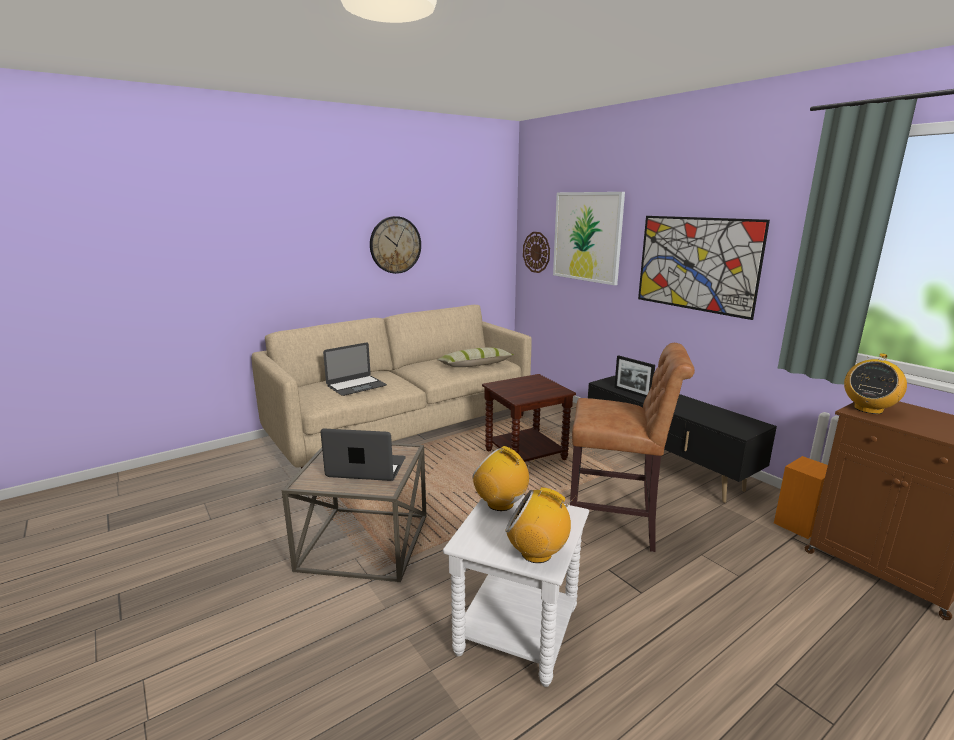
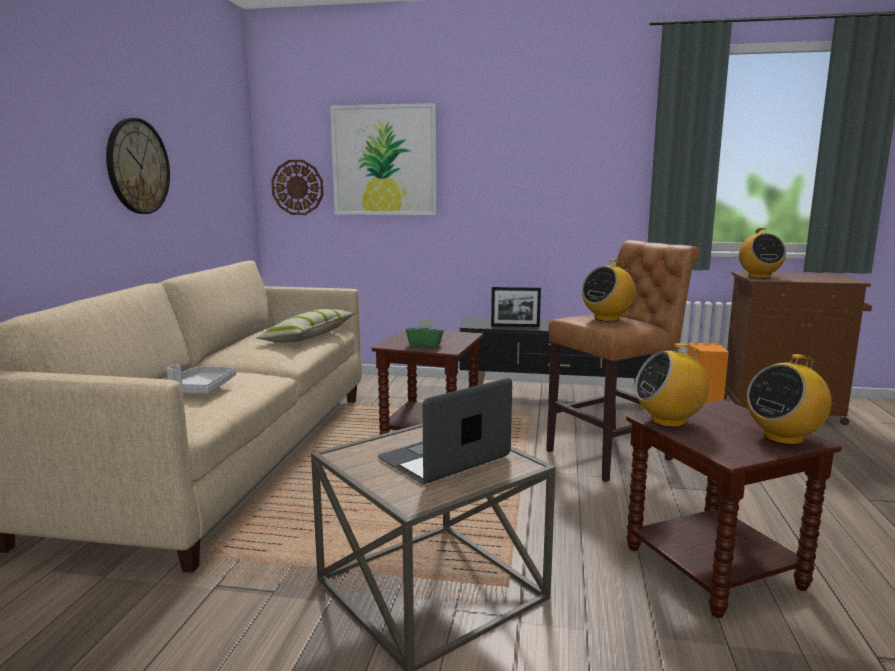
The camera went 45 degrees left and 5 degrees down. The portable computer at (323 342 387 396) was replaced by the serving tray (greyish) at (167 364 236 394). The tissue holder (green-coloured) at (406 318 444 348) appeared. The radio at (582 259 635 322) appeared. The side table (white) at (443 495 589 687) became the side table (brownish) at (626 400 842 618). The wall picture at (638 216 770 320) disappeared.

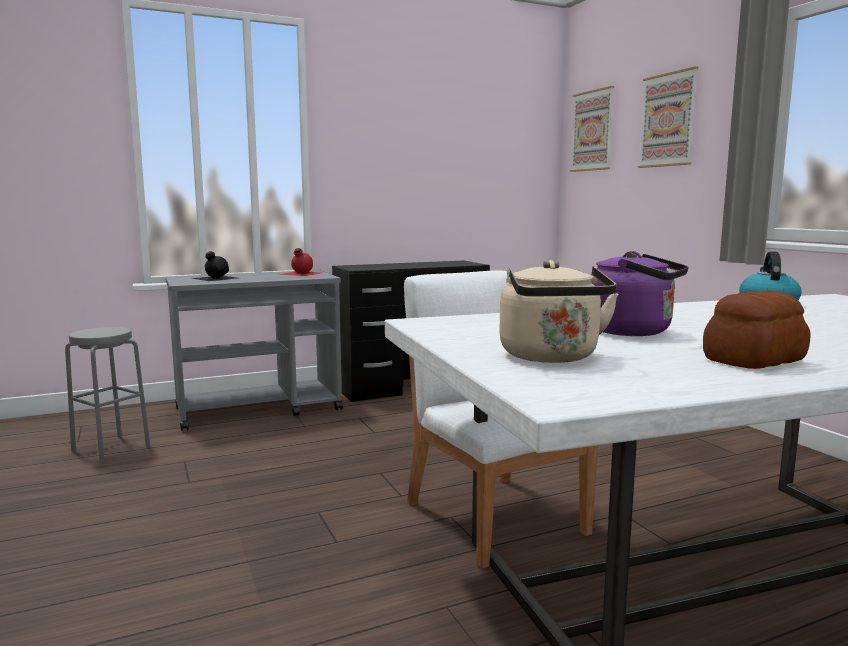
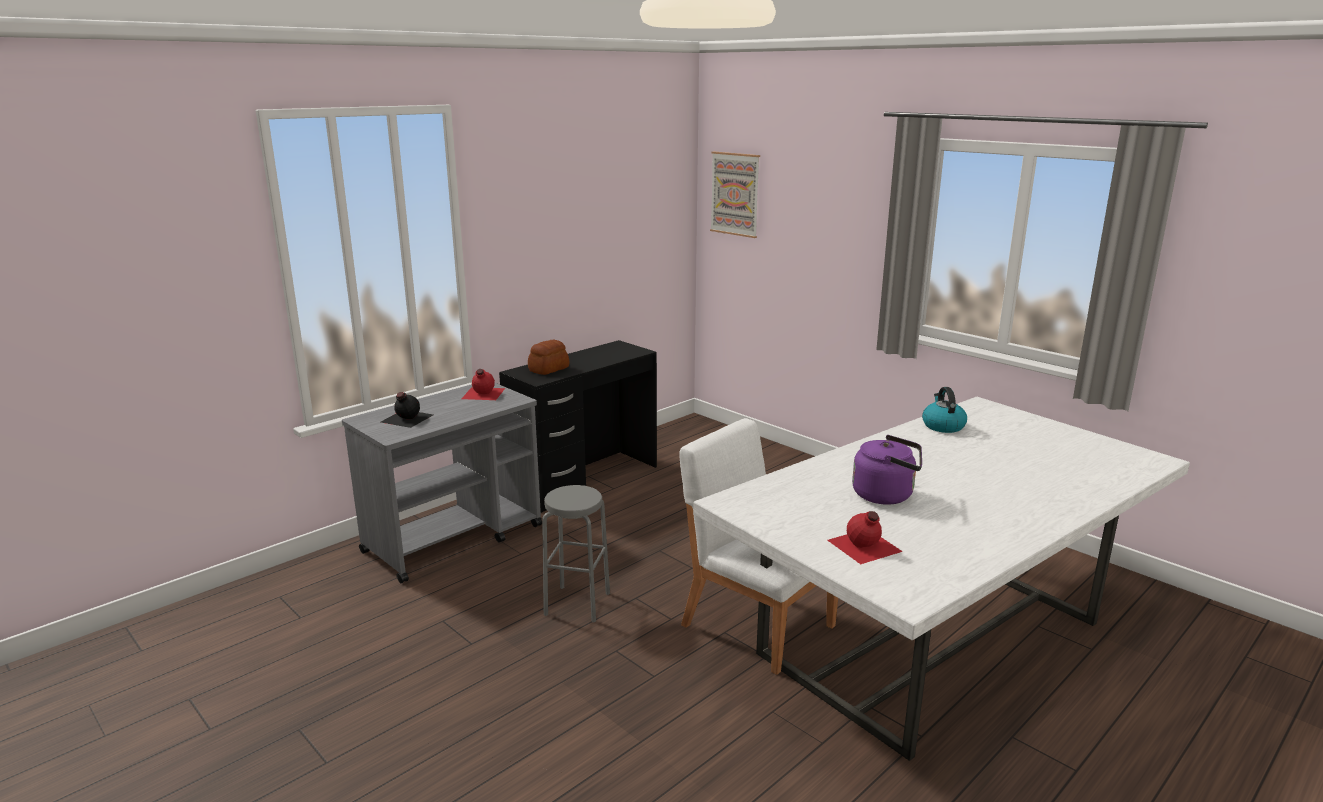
The camera went 20 degrees left and 10 degrees up. The bread moved from (703 291 810 369) to (528 340 570 375). The sitting stool (greyish) moved from (65 327 150 462) to (542 485 610 623). The water kettle (beige) at (499 260 619 363) was replaced by the beverage bottle (red-coloured) at (828 511 903 564). The wall picture at (638 66 698 168) disappeared.

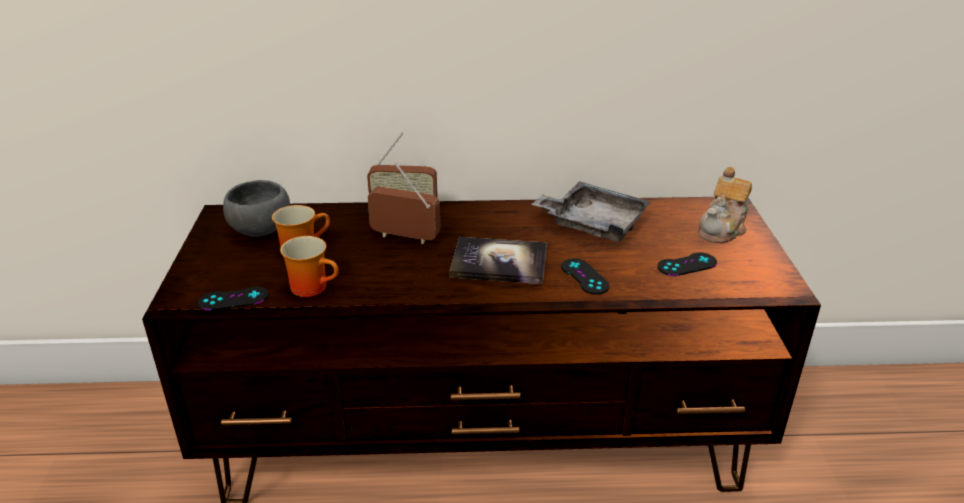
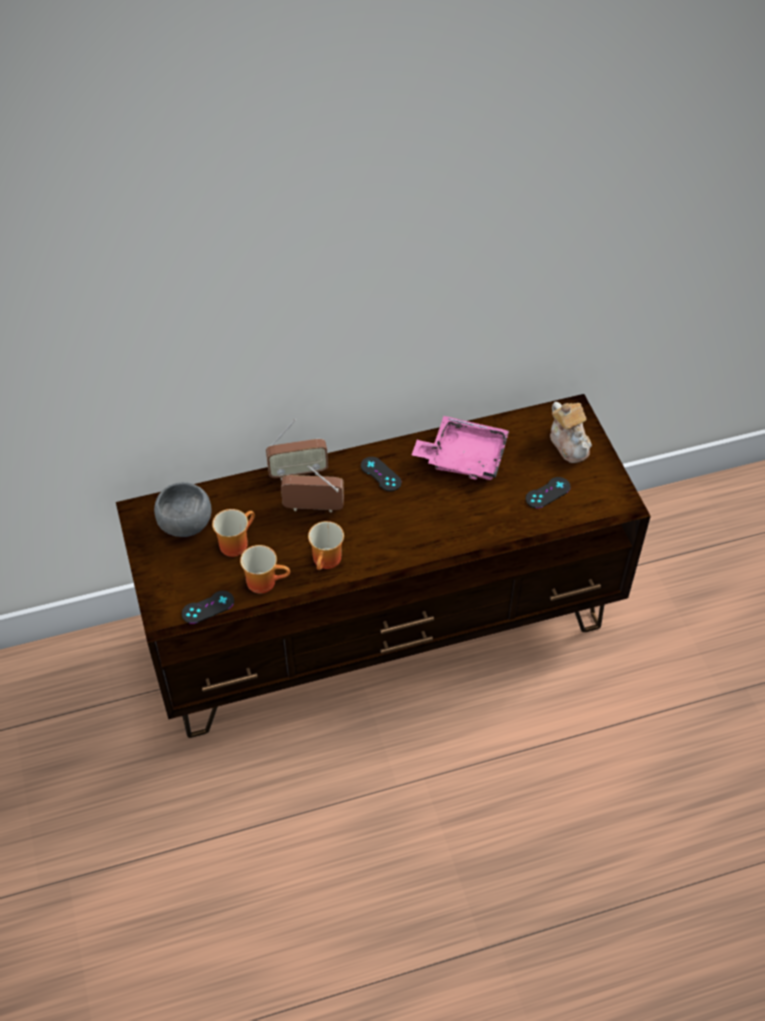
The camera went 15 degrees left and 20 degrees up. The tea mug at (308 521 344 570) appeared. The gamepad (black-coloured) moved from (561 258 610 295) to (361 457 402 491). The serving tray (greyish) at (531 181 651 242) became the serving tray (pink) at (412 416 509 480). The pot for tea at (698 167 752 243) turned 45 degrees counterclockwise. The volume at (450 237 547 284) disappeared.

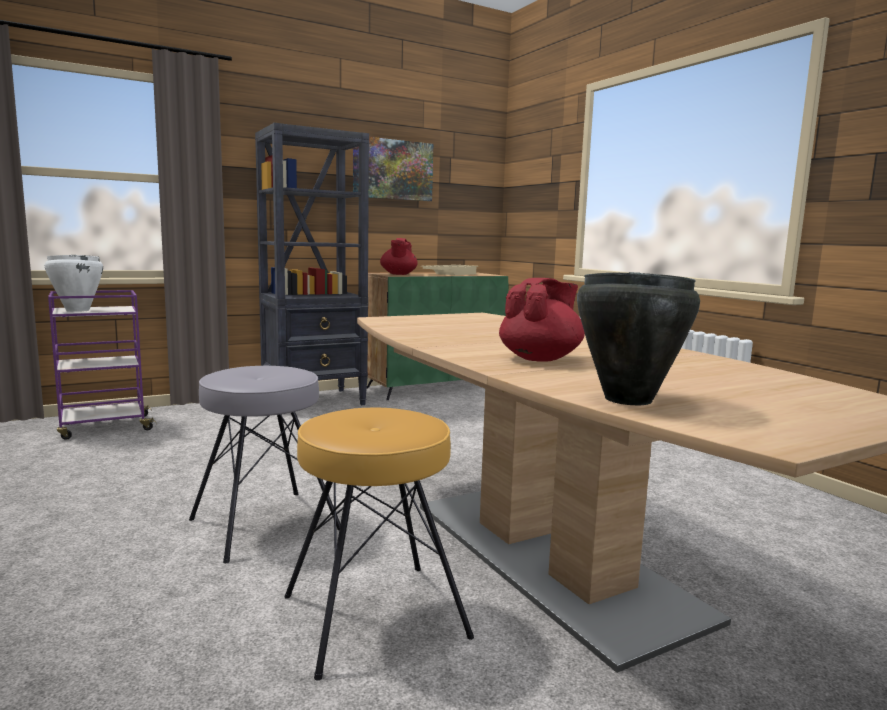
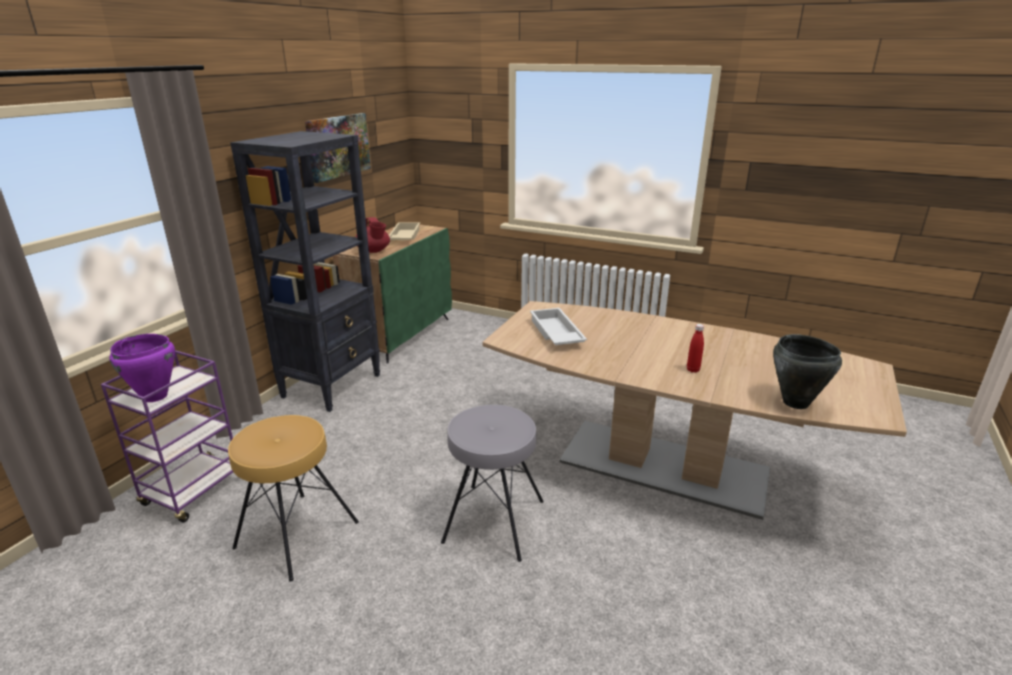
The camera went 35 degrees left and 15 degrees up. The cooking pot (white) at (45 255 103 312) became the cooking pot (purple) at (110 334 175 402). The sitting stool (brownish) moved from (285 408 474 680) to (228 415 359 582). The serving tray (white) at (530 308 587 345) appeared. The pot for tea (red-coloured) at (499 278 585 362) was replaced by the beverage bottle (red-coloured) at (687 324 704 373).

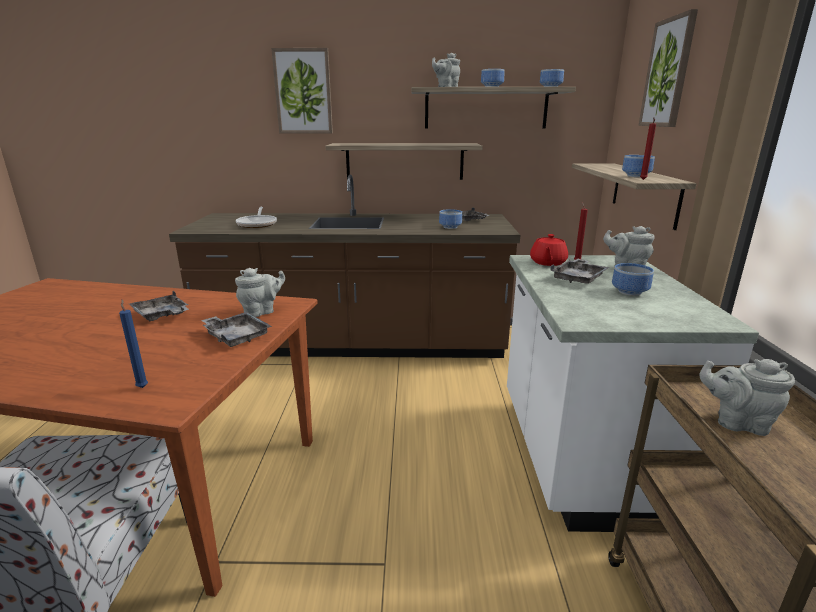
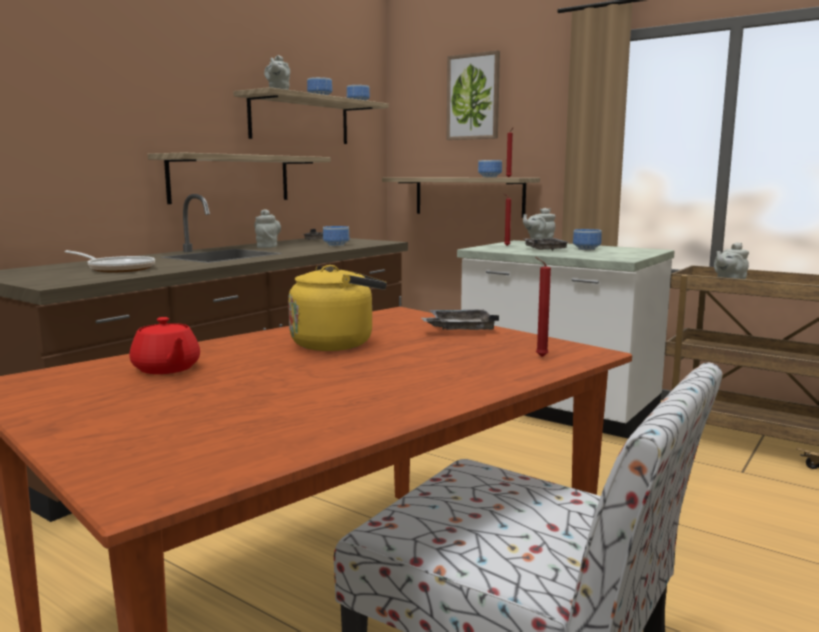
The camera went 55 degrees left and 10 degrees down. The pot for tea (red-coloured) moved from (530 234 568 266) to (129 317 200 374). The pot for tea (greyish) moved from (235 268 285 317) to (254 209 281 248). The serving tray (greyish) at (129 291 189 321) was replaced by the water kettle (yellow) at (288 265 387 351). The candle (blue-coloured) at (119 299 148 388) became the candle (red-coloured) at (535 257 551 357). The wall picture at (271 48 333 133) disappeared.

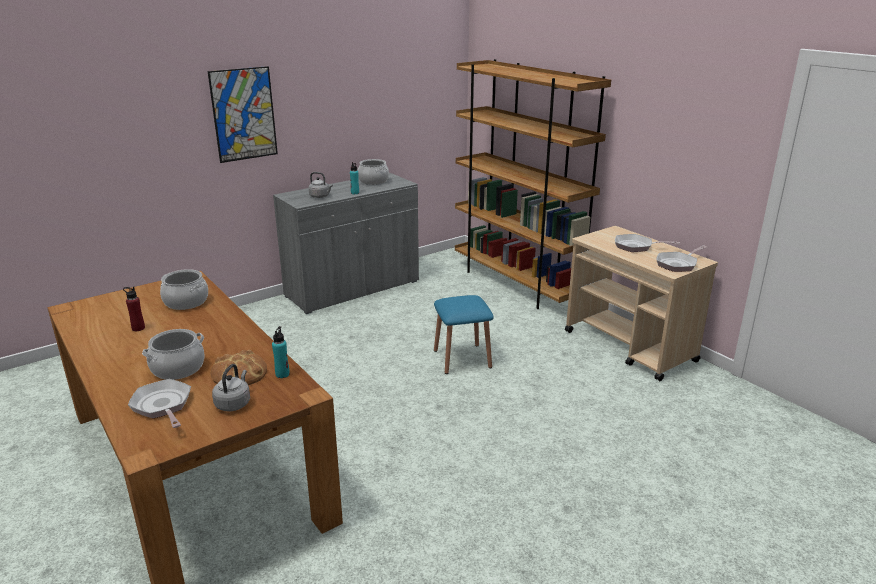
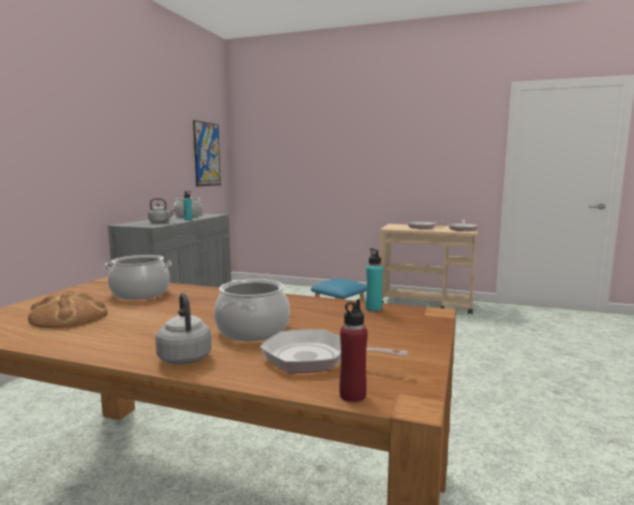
The camera went 35 degrees left and 15 degrees down. The bread moved from (210 350 267 385) to (28 290 108 328). The water kettle (greyish) moved from (212 364 250 411) to (155 293 212 365). The wall picture moved from (208 66 278 163) to (193 120 221 186). The beverage bottle (red-coloured) moved from (123 287 145 331) to (339 299 368 402). The shelving unit (brownish) at (455 59 611 309) disappeared.

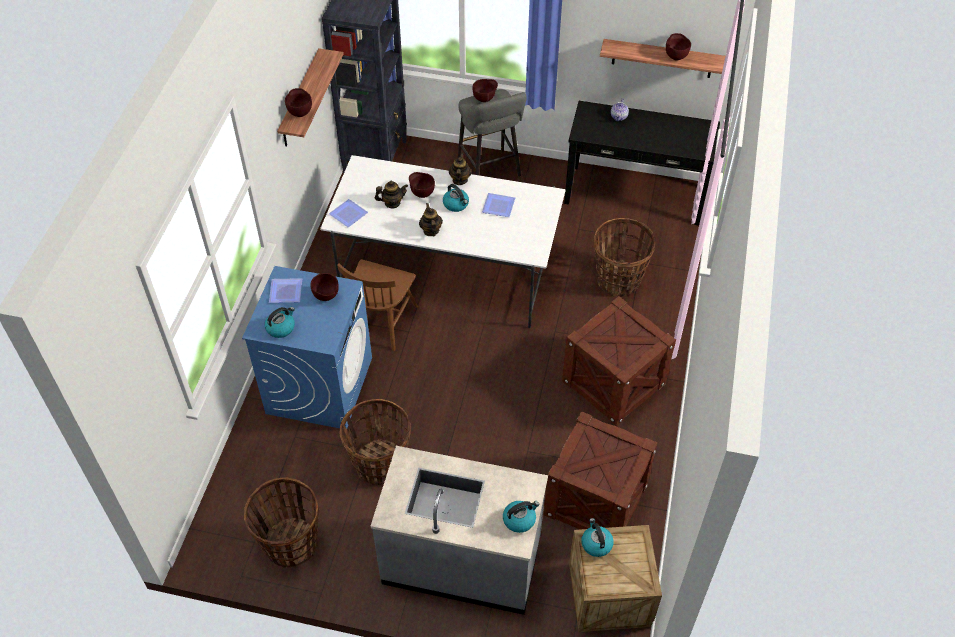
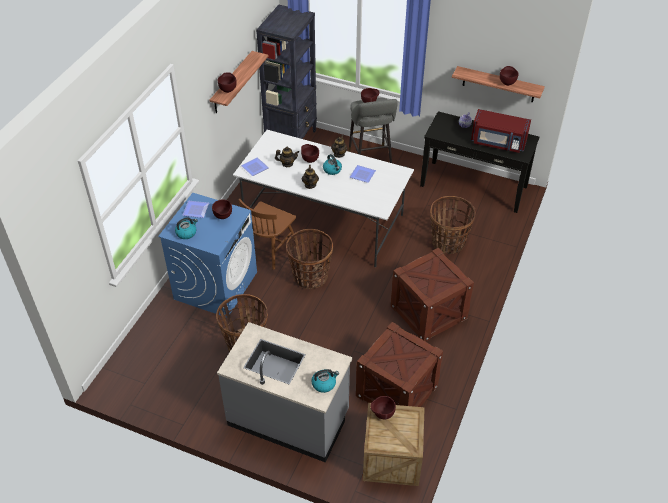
The camera went 10 degrees right and 5 degrees down. The basket moved from (244 477 319 568) to (286 229 333 289). The water kettle at (581 518 614 557) was replaced by the bowl (brownish) at (370 396 396 419). The microwave (red-coloured) at (471 109 531 153) appeared.

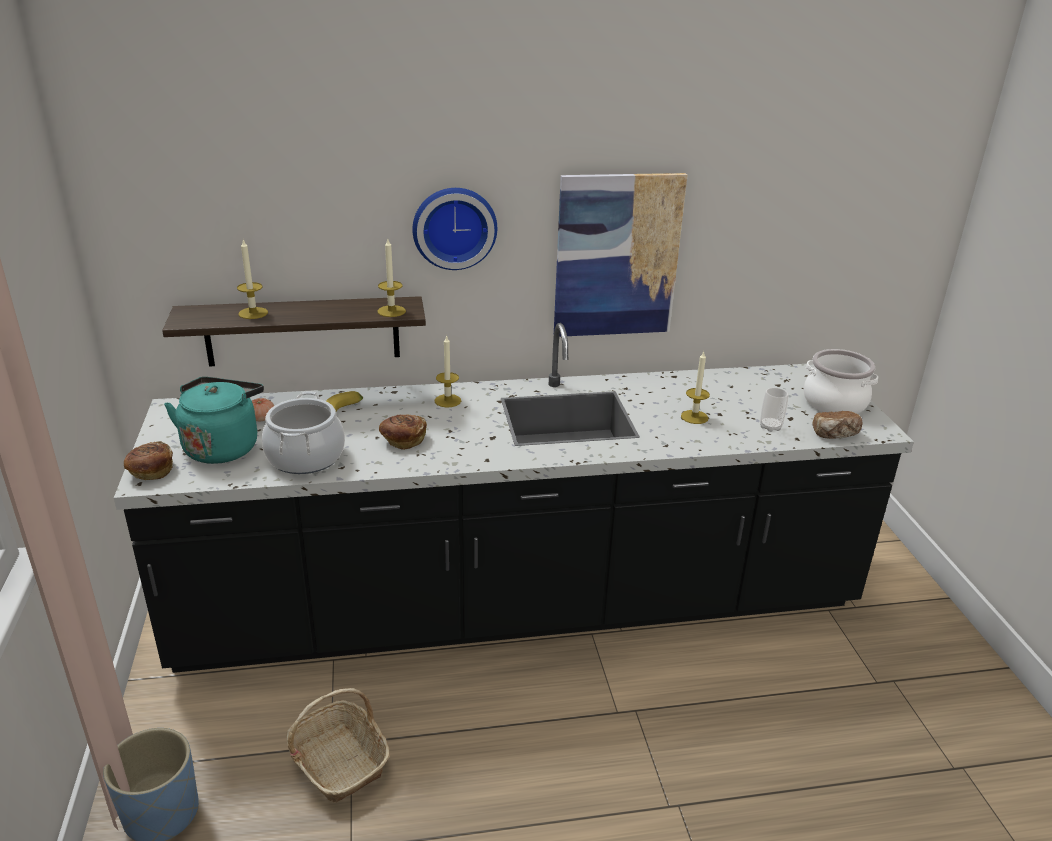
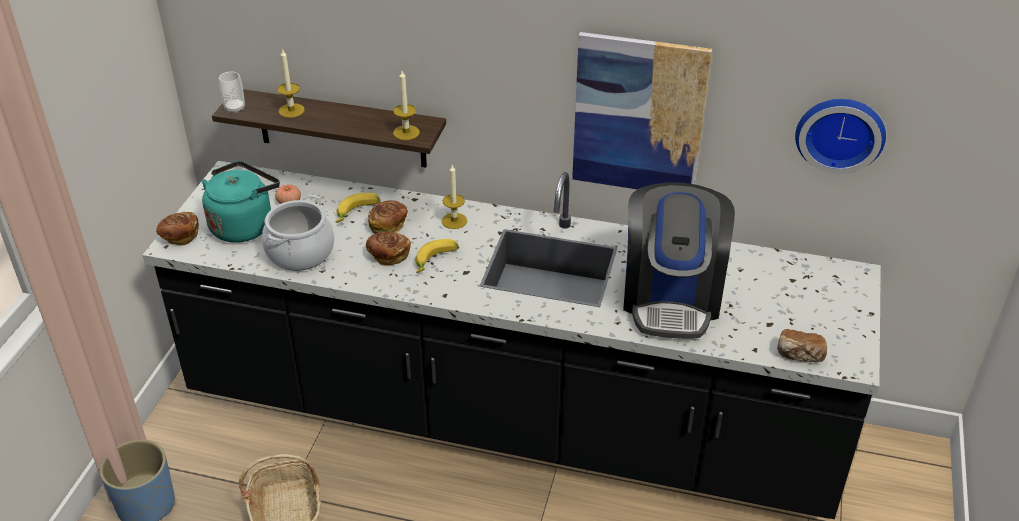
The camera went 25 degrees right and 10 degrees up. The small cup moved from (760 388 788 432) to (219 72 245 113). The bread at (368 201 408 234) appeared. The banana fruit at (415 239 459 273) appeared. The candle at (681 352 710 424) was replaced by the coffee machine at (623 182 735 339). The hanging clock moved from (412 188 497 270) to (795 99 886 174). The cooking pot at (803 349 878 414) disappeared.

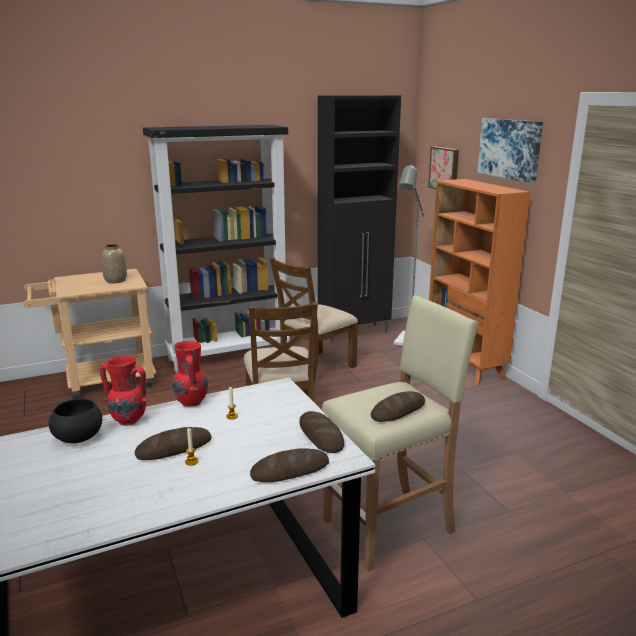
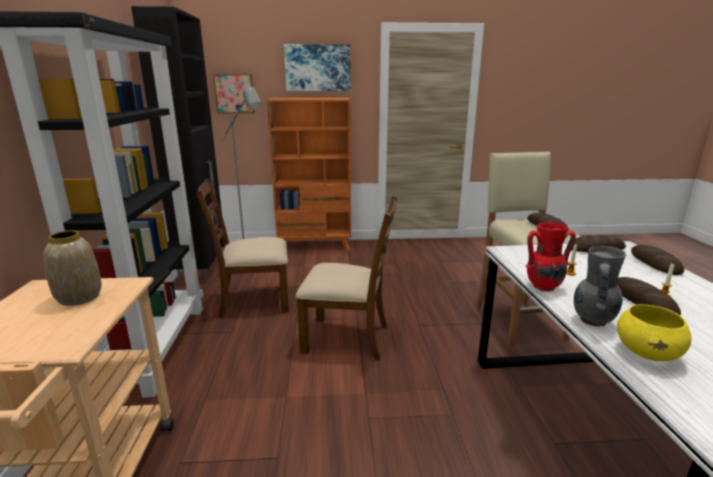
The camera went 70 degrees left and 0 degrees up. The chair (brownish) at (270 257 358 382) turned 105 degrees clockwise. The vase (red-coloured) at (100 356 148 426) became the vase (greyish) at (574 246 626 326). The bowl (black-coloured) at (48 399 102 443) became the bowl (yellow) at (617 304 691 361).

